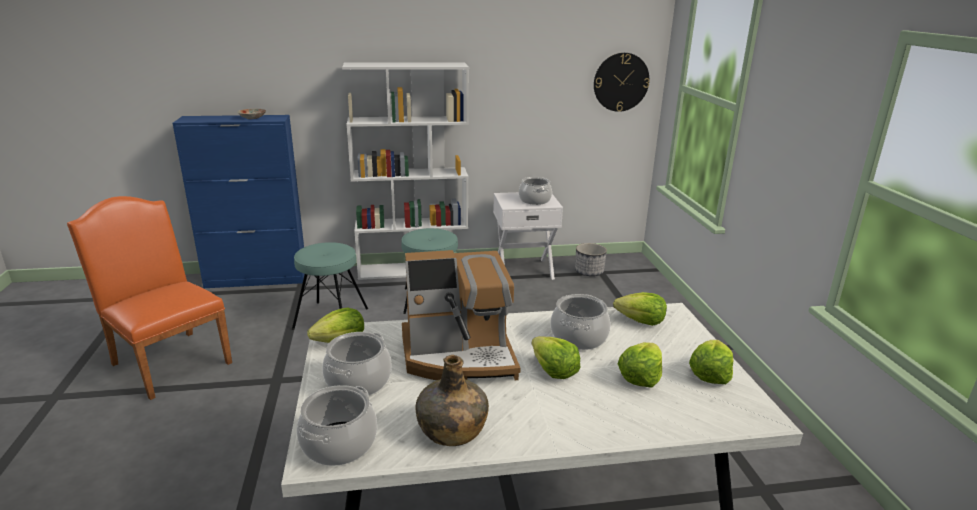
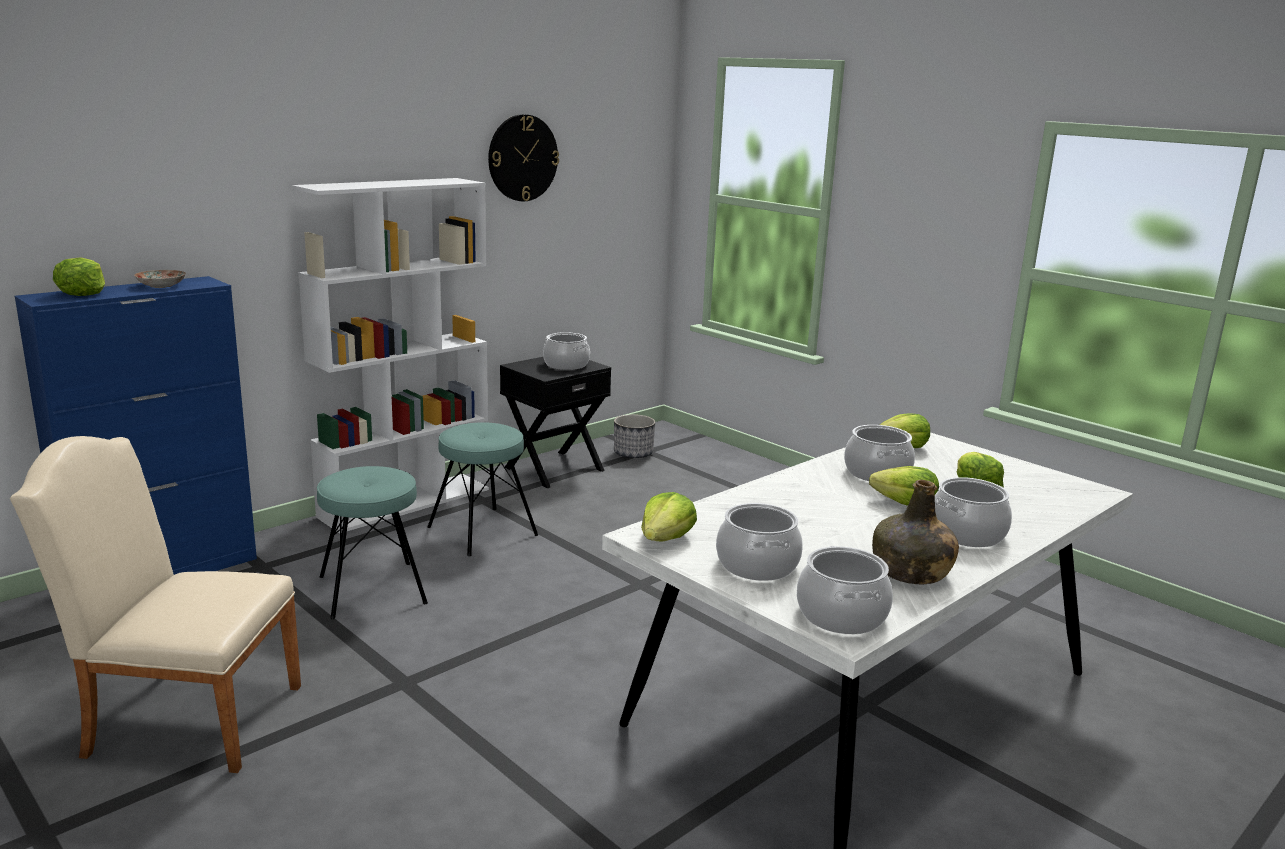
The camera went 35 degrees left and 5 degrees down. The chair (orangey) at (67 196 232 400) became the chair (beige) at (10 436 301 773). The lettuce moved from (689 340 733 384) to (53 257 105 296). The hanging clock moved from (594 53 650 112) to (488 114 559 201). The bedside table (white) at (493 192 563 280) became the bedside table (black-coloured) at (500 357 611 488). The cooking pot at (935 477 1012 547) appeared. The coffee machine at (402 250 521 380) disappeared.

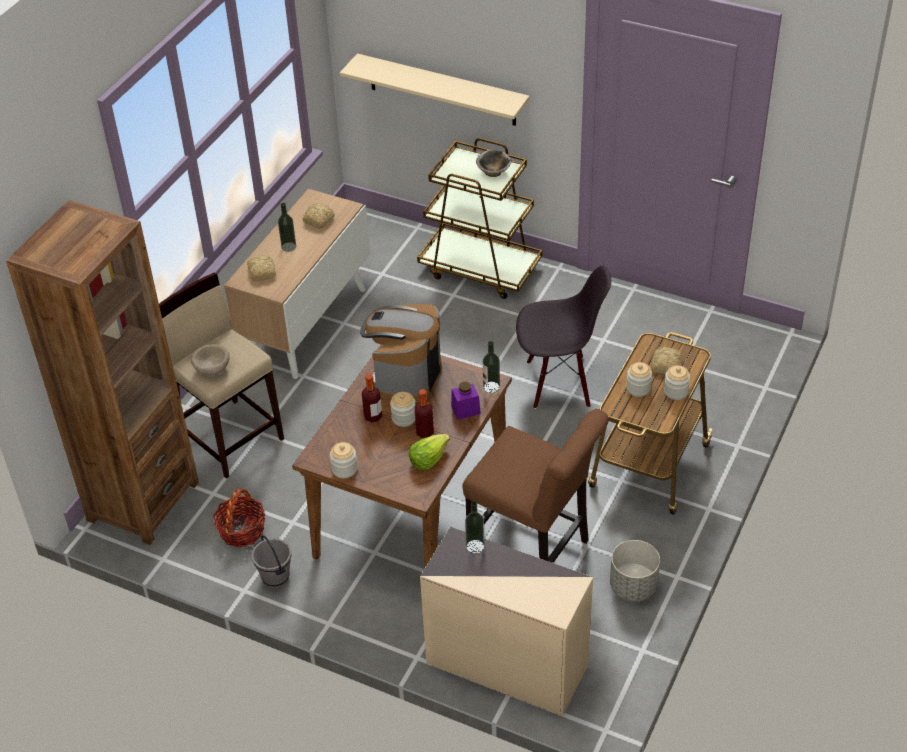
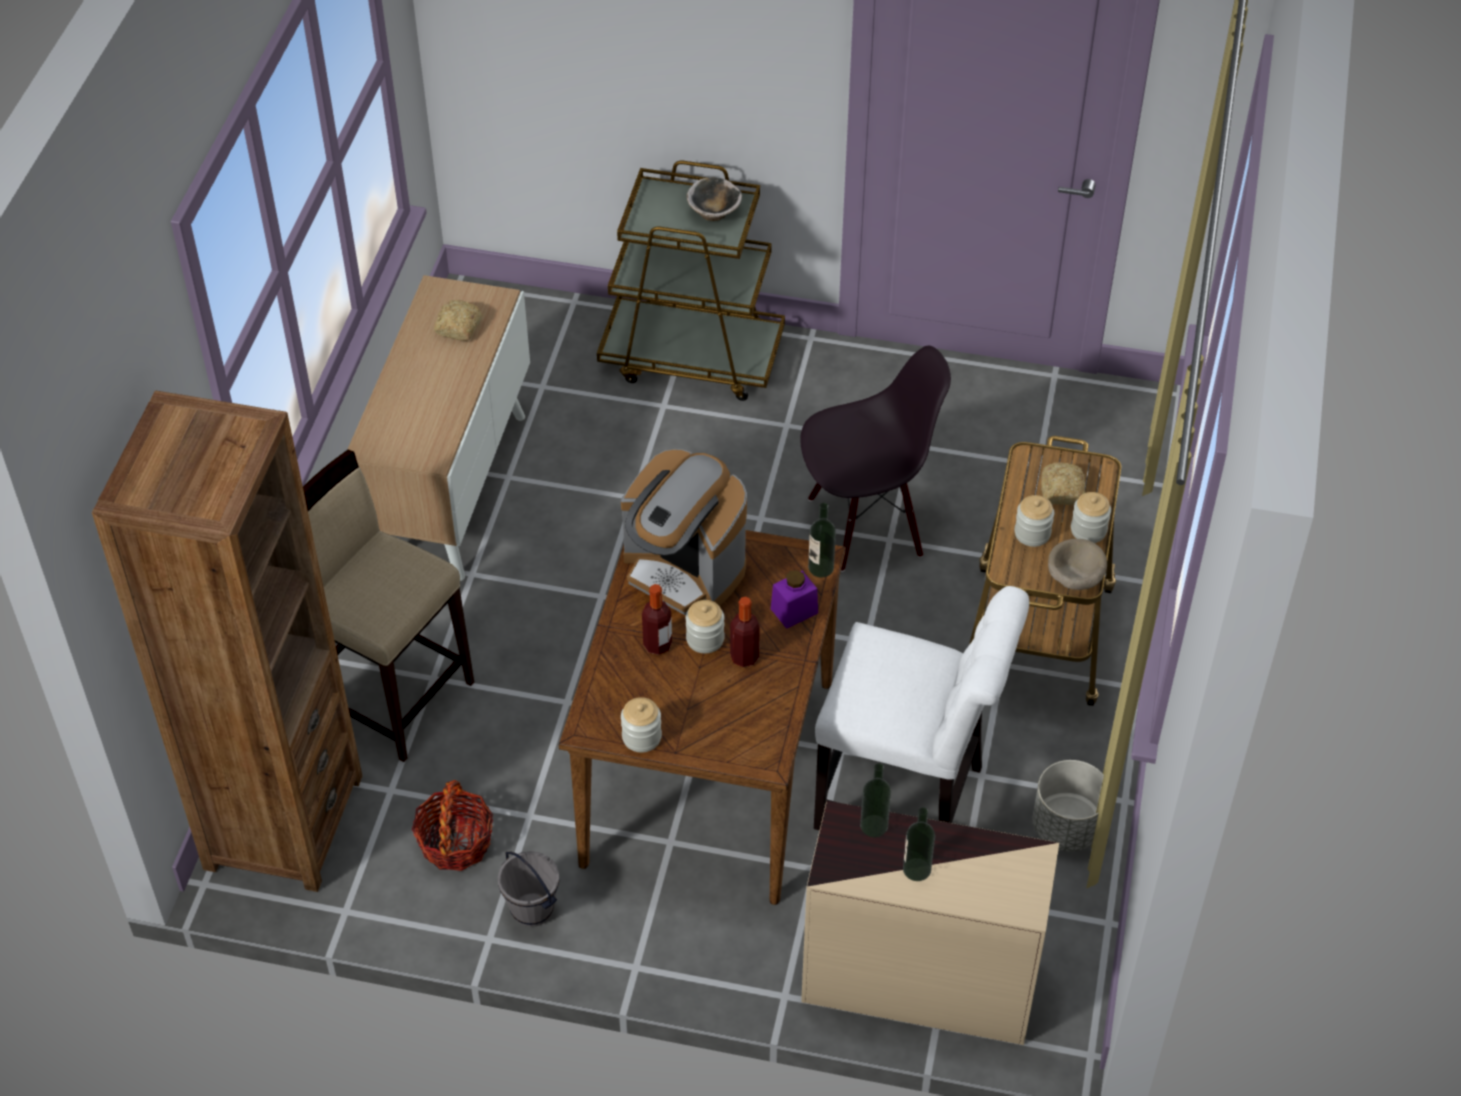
The camera went 15 degrees left and 5 degrees up. The coffee machine at (360 304 442 403) turned 60 degrees counterclockwise. The chair (brownish) at (462 409 609 563) became the chair (white) at (814 586 1029 831). The beverage bottle moved from (278 203 296 252) to (903 807 935 881). The bowl (beige) moved from (191 344 230 375) to (1048 539 1107 590). The bread at (247 255 276 281) disappeared. The bracket shelf (beige) at (340 53 530 126) disappeared. The lettuce at (409 434 450 470) disappeared.

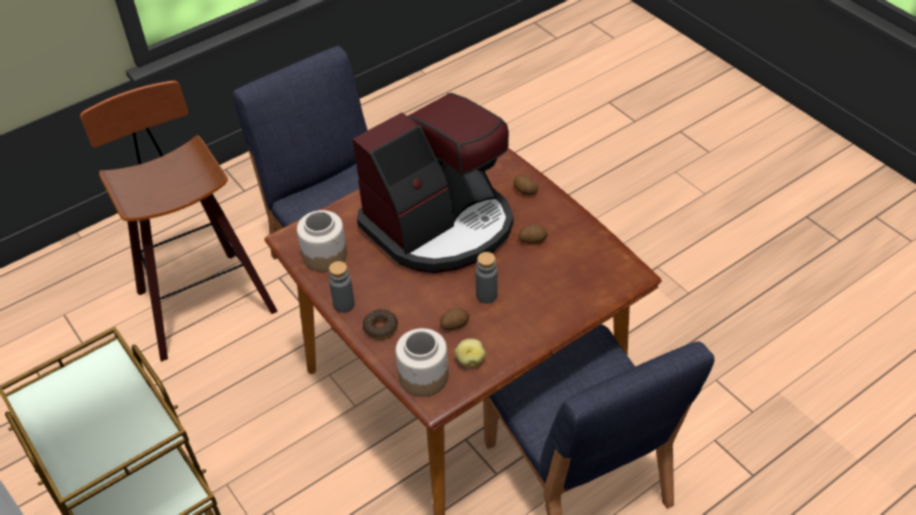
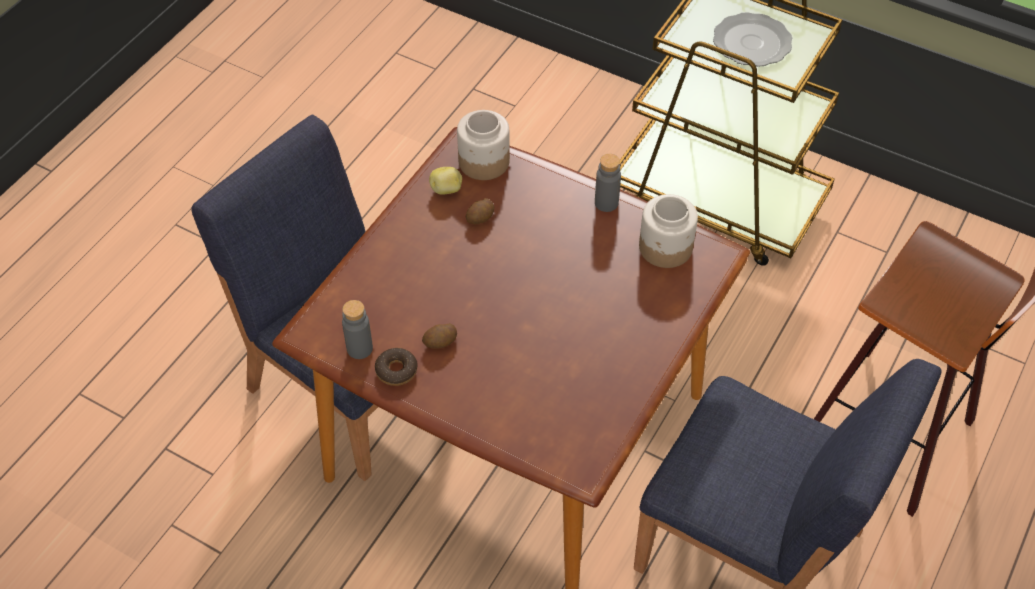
The camera went 155 degrees right and 5 degrees up. The beverage bottle (greyish) moved from (476 252 498 304) to (342 300 373 359). The donut moved from (363 309 398 340) to (375 348 418 386). The plate at (713 12 792 67) appeared. The coffee machine at (353 93 514 273) disappeared. The whole potato at (513 175 538 195) disappeared.

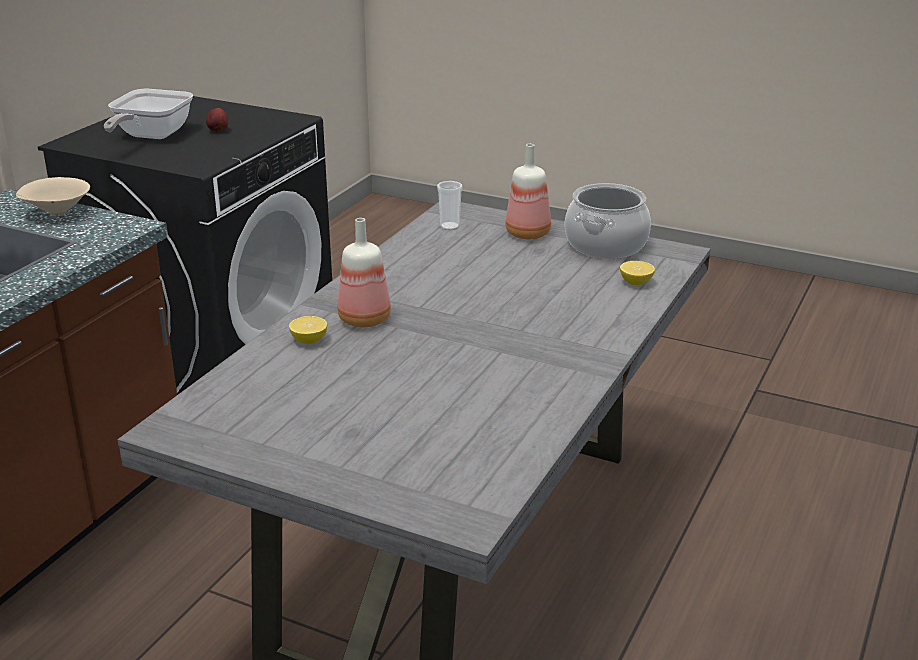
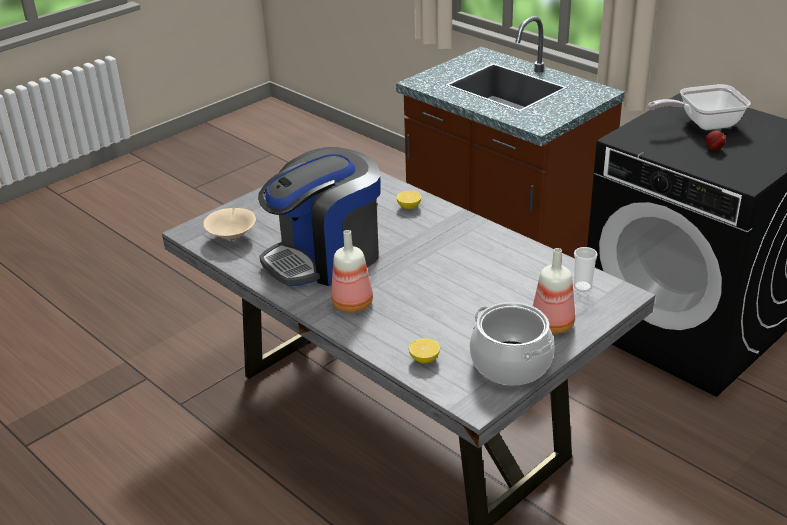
The camera went 110 degrees right and 5 degrees up. The bowl (beige) moved from (16 177 90 216) to (203 208 256 241). The coffee machine at (258 147 380 286) appeared. The beverage bottle moved from (337 218 391 327) to (331 230 373 313). The frying pan at (104 89 193 139) turned 45 degrees counterclockwise.

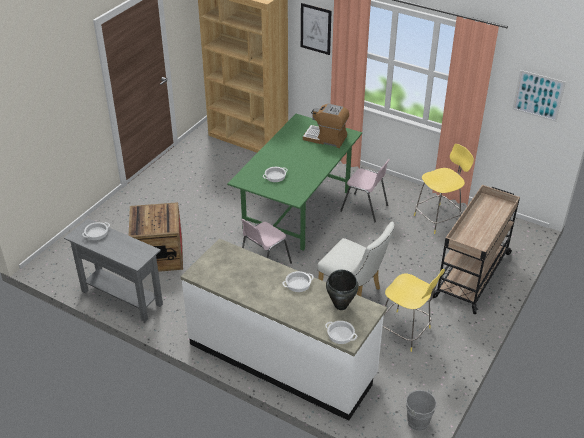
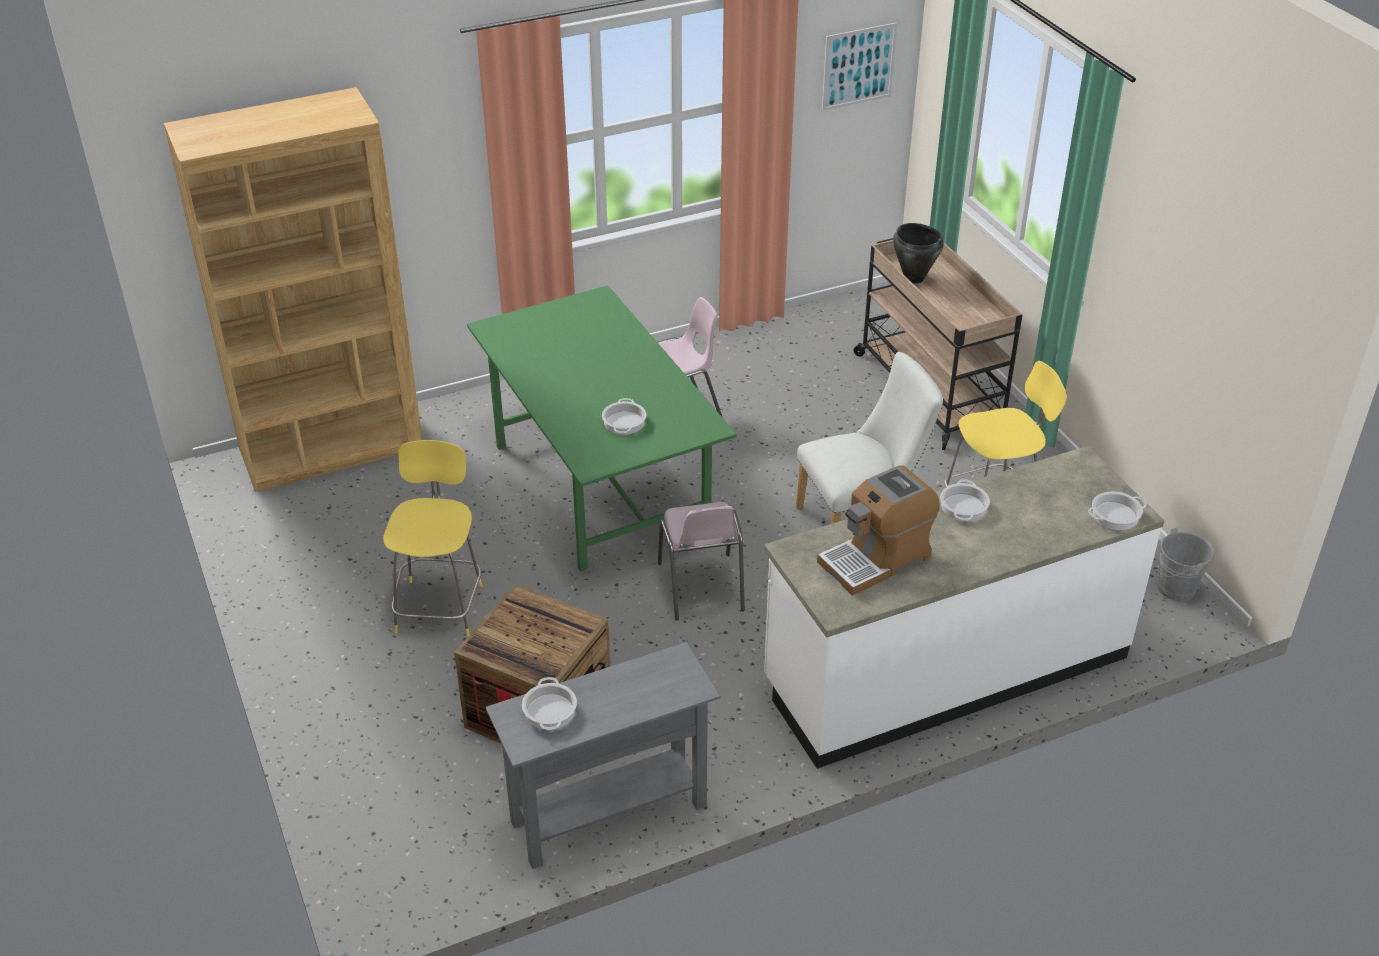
The camera went 55 degrees left and 0 degrees up. The sitting stool (yellow) moved from (414 144 474 234) to (383 440 482 637). The coffee machine moved from (303 104 349 148) to (817 466 940 596). The cooking pot (black-coloured) moved from (326 270 358 310) to (893 223 943 284). The wall picture at (301 3 331 55) disappeared.

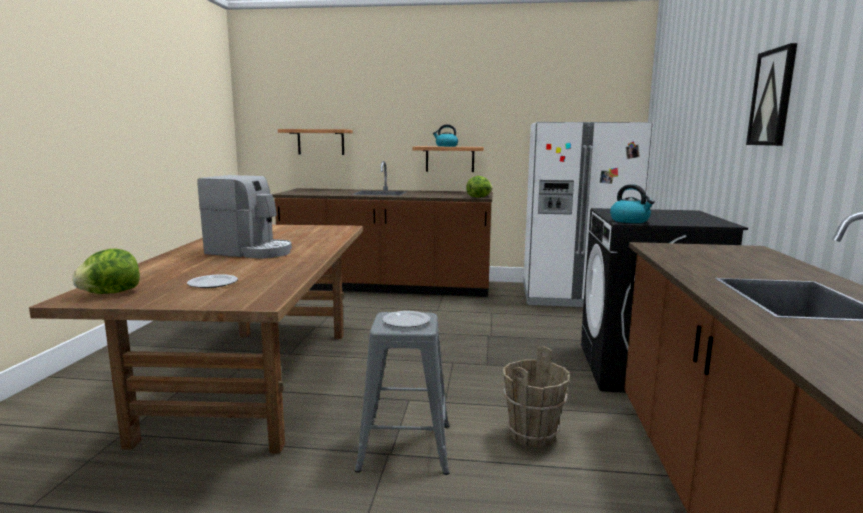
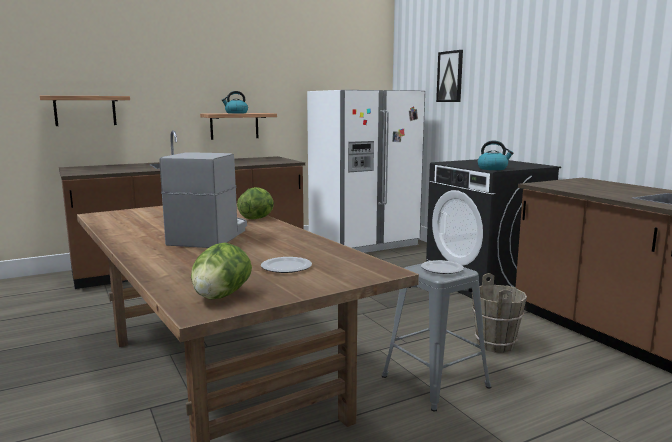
The camera went 35 degrees left and 0 degrees up. The coffee machine at (197 175 292 259) turned 60 degrees counterclockwise. The lettuce moved from (466 176 493 198) to (237 187 274 219). The wall picture moved from (746 43 797 146) to (436 50 463 102).

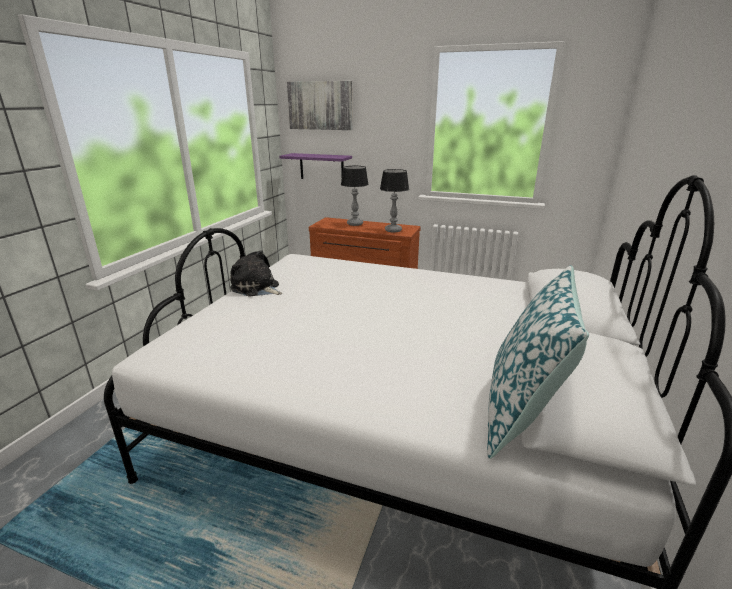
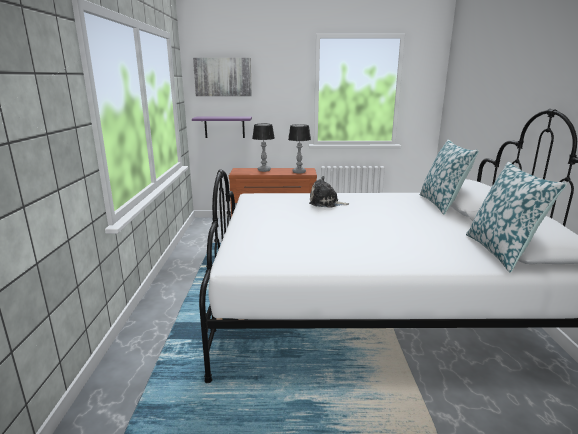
The camera went 20 degrees left and 5 degrees down. The plush toy moved from (230 250 283 297) to (309 176 349 208). The throw pillow at (420 139 479 215) appeared.

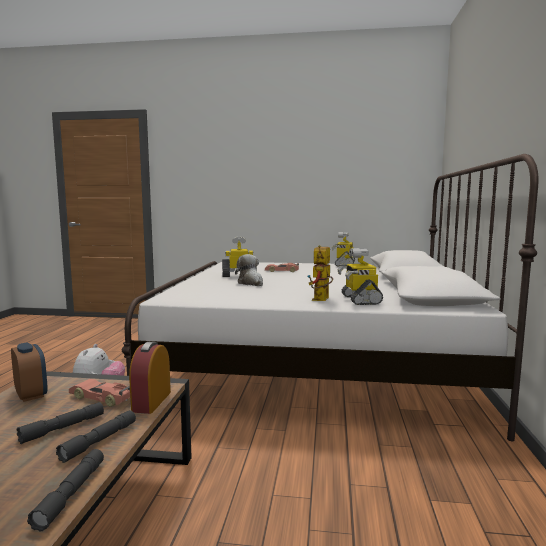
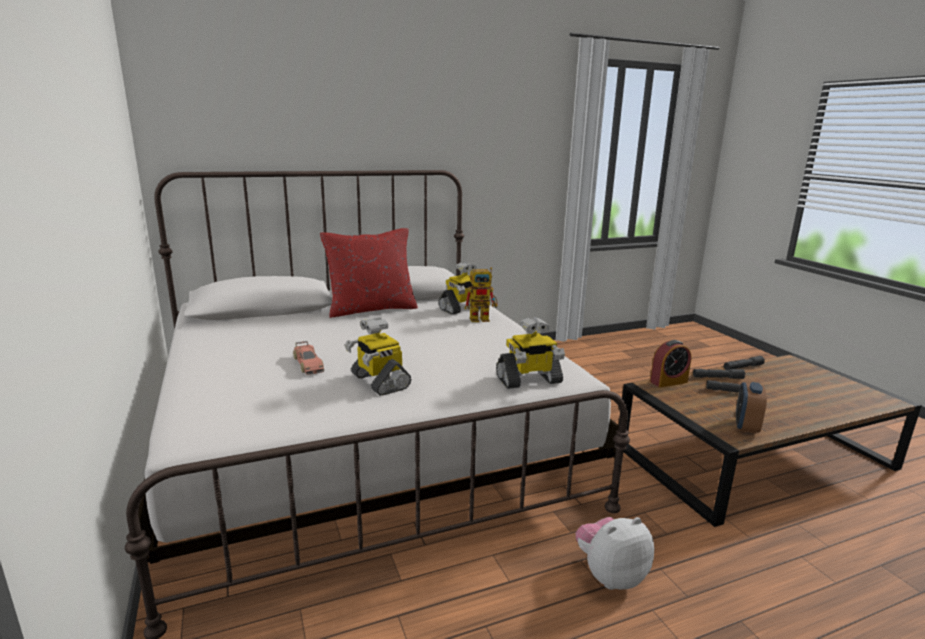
The camera went 120 degrees left and 10 degrees up. The throw pillow (red-coloured) at (320 228 418 318) appeared. The robot figure moved from (332 232 355 267) to (496 317 565 389). The miniature car at (69 379 130 407) disappeared. The plush toy at (235 254 263 286) disappeared.

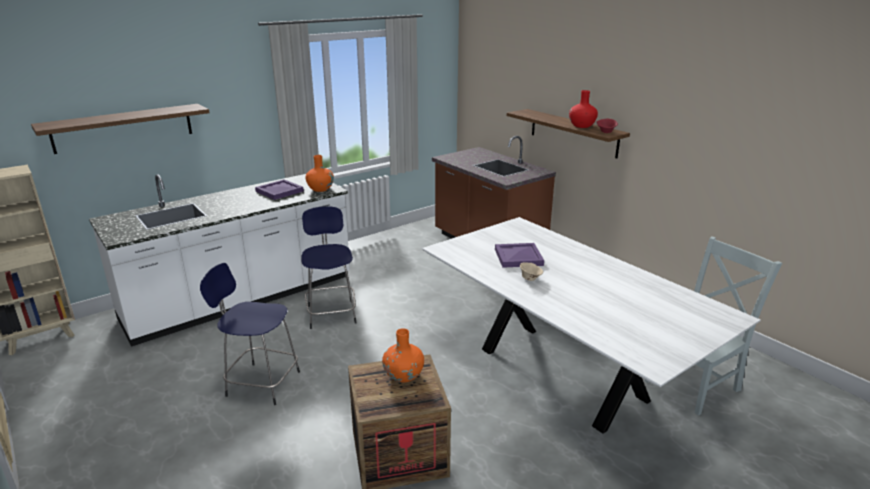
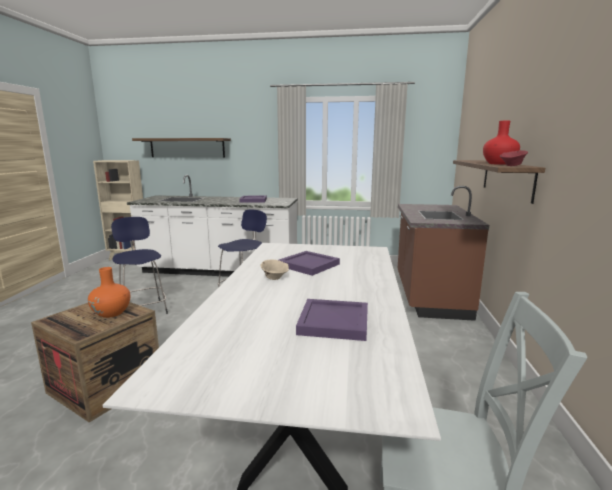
The camera went 45 degrees right and 10 degrees down. The serving tray (purple) at (296 299 368 341) appeared. The vase (orangey) at (306 155 334 192) disappeared.

